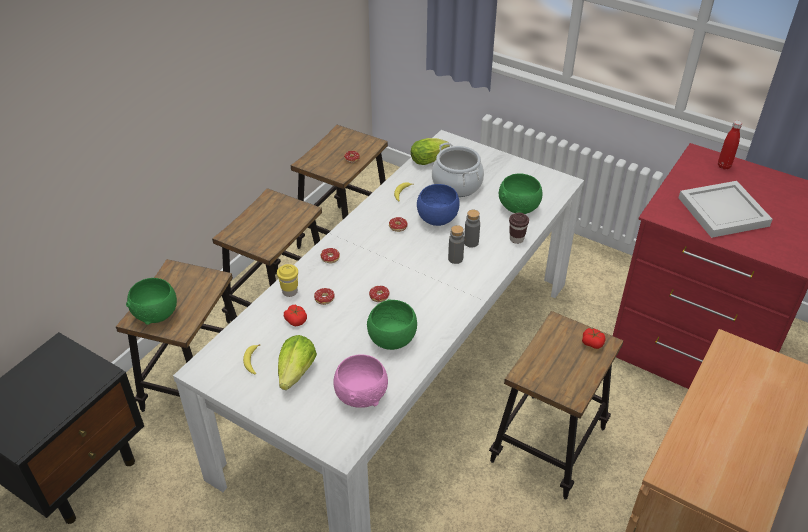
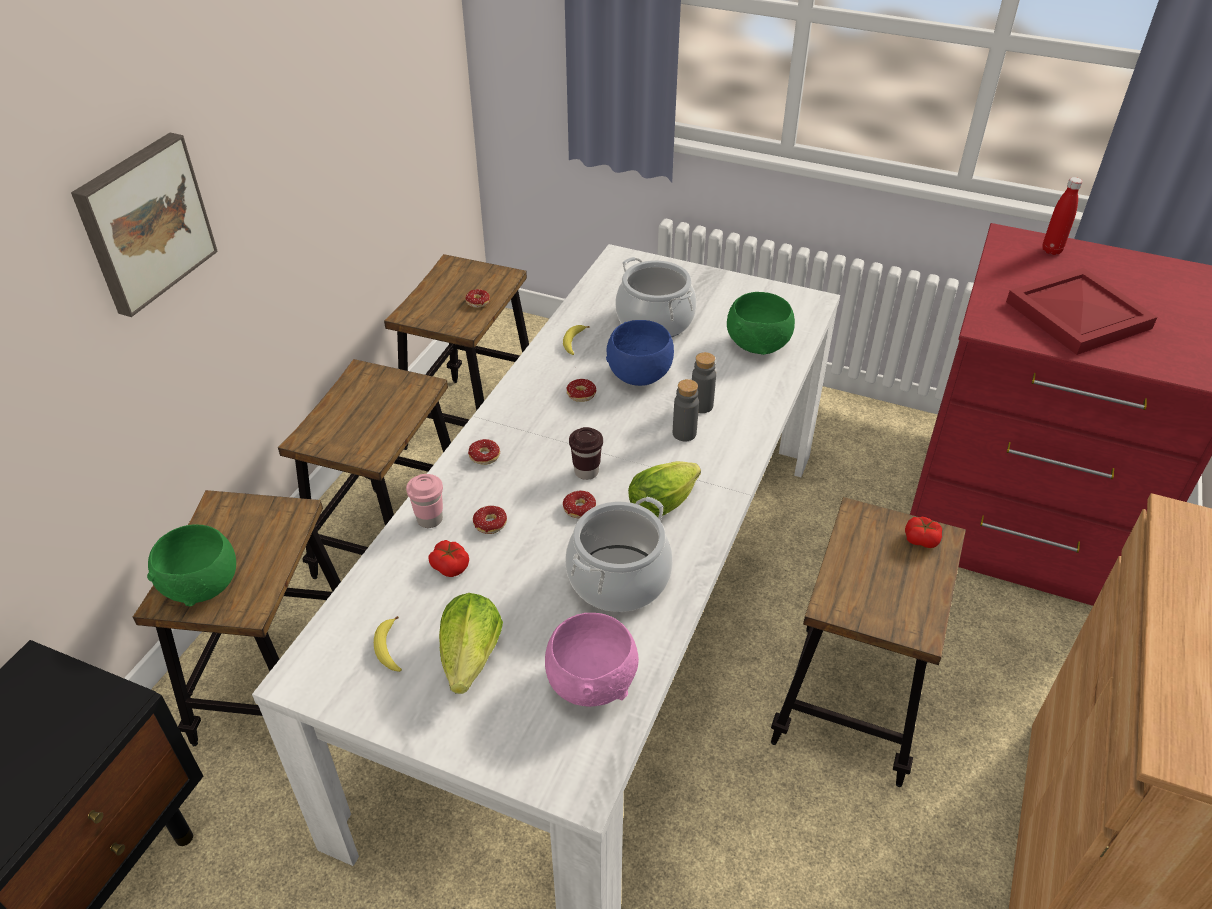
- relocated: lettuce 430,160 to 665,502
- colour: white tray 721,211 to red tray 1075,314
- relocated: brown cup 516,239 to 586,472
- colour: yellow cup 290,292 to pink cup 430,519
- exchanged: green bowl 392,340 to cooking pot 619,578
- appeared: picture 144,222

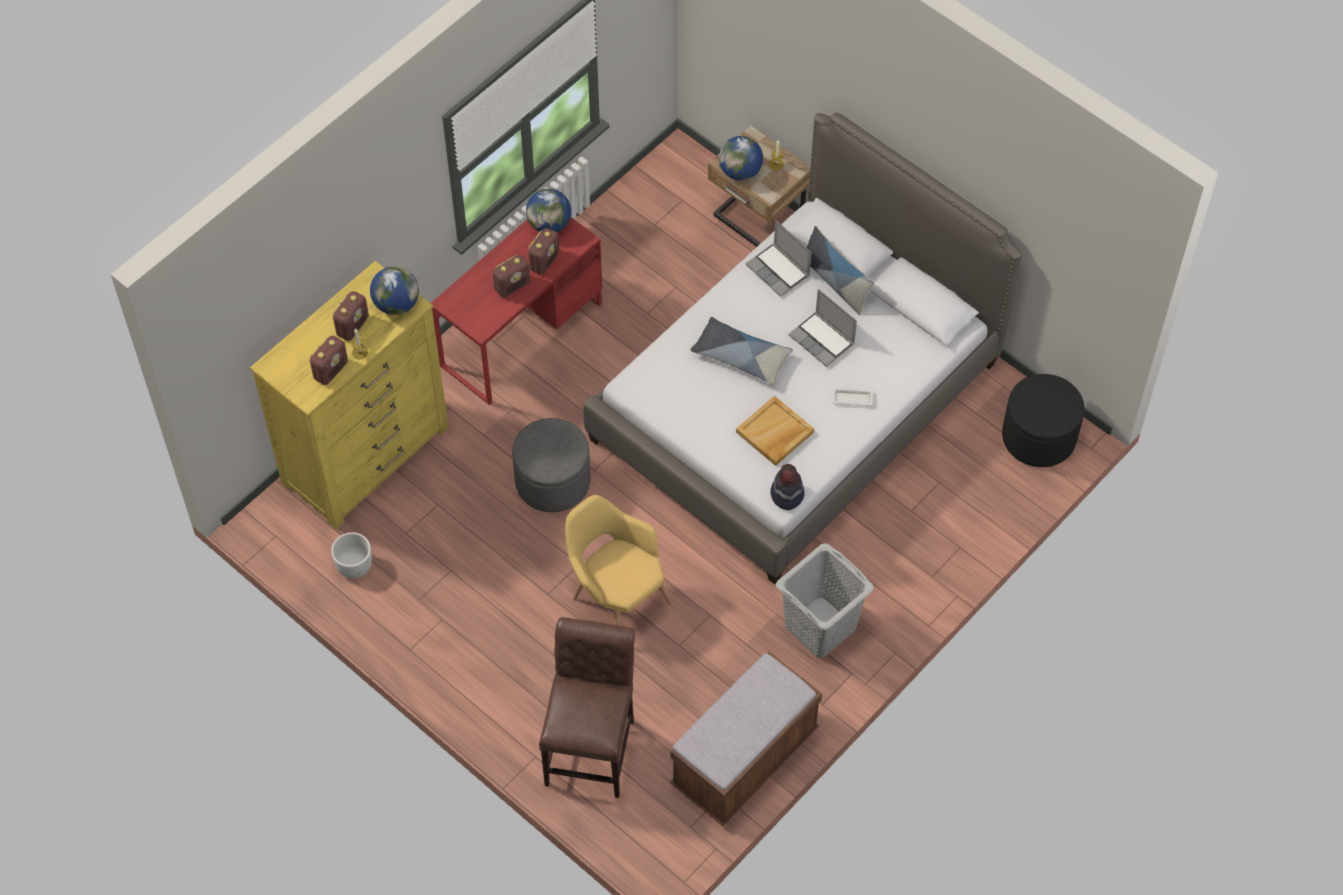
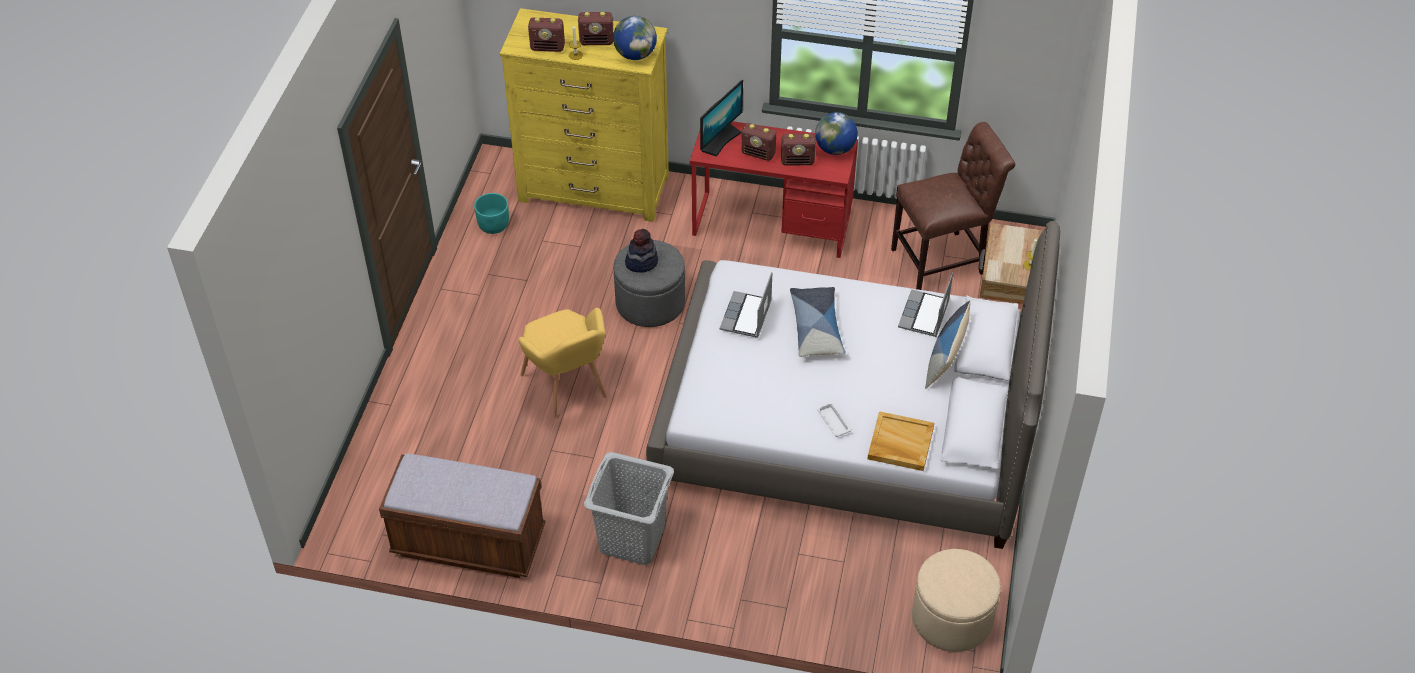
- missing: globe 740,171
- relocated: laptop 823,340 to 746,316
- colour: black ottoman 1038,437 to beige ottoman 952,618
- relocated: beige tray 774,433 to 900,443
- relocated: hat 786,494 to 641,262
- spun: yellow armchair 615,598 = 568,389 135 degrees clockwise
- colour: white planter 354,565 to turquoise planter 494,225
- relocated: brown chair 592,746 to 943,260
- appeared: monitor 720,140

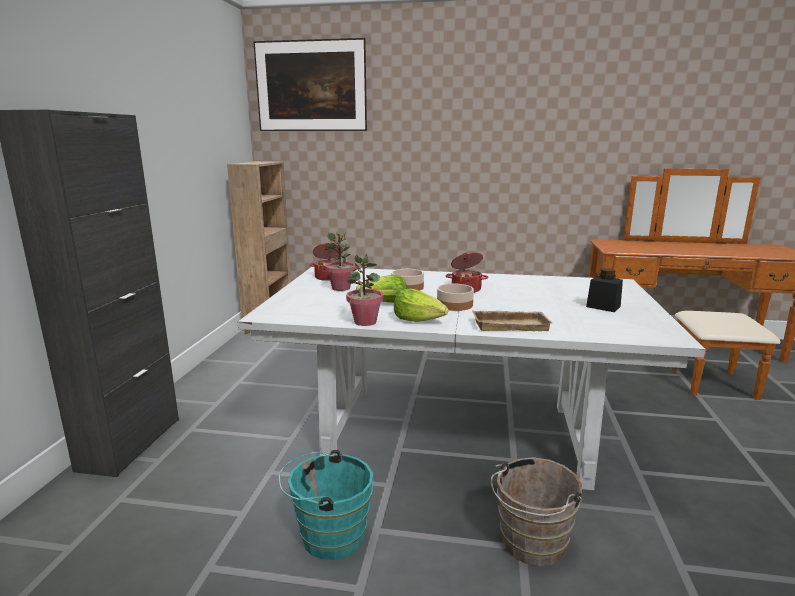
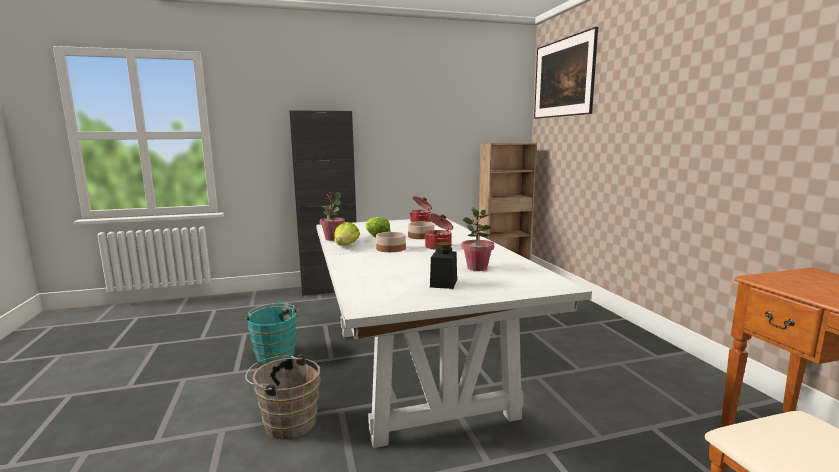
- relocated: potted plant 341,288 to 477,268
- missing: beige tray 510,325

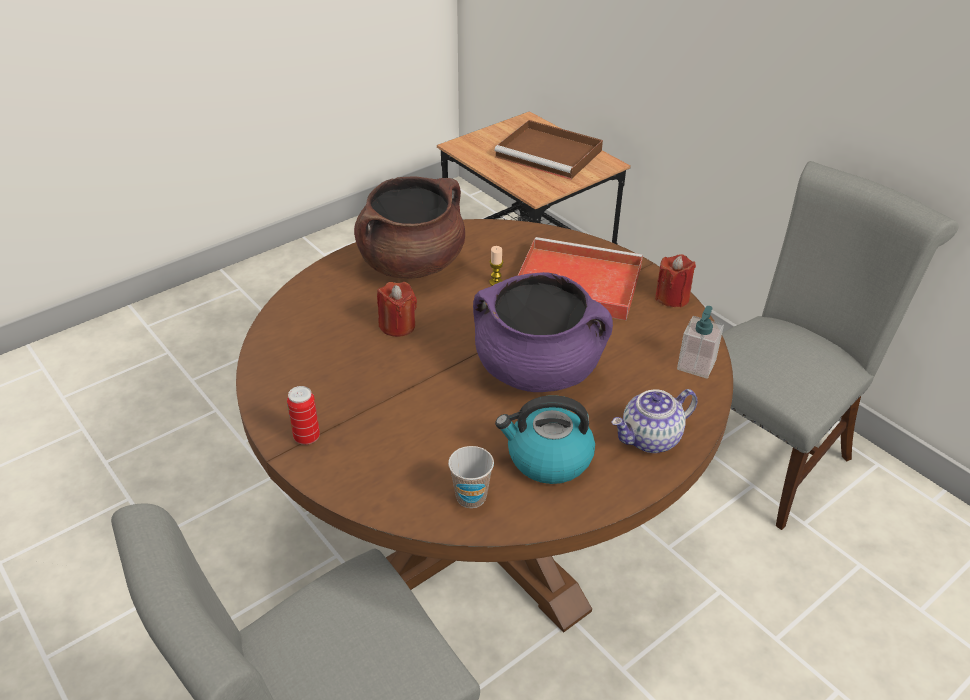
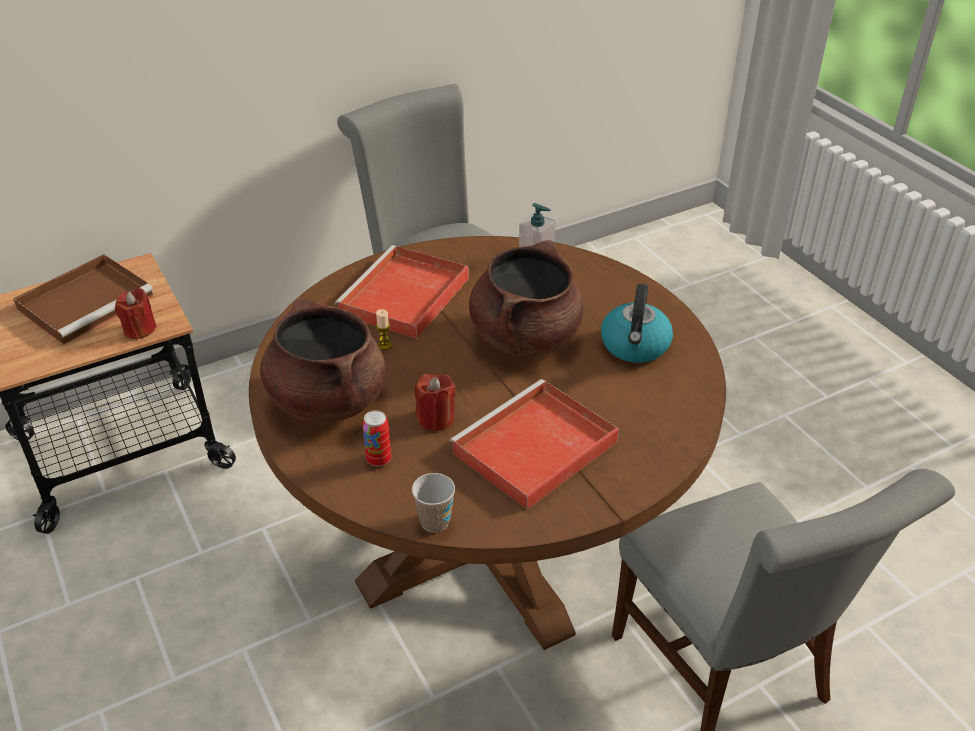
- relocated: red candle 672,297 to 139,329
- colour: purple cooking pot 538,370 to brown cooking pot 525,336
- relocated: can 307,437 to 378,459
- missing: teapot 650,439
- relocated: cup 471,497 to 435,522
- appeared: red tray 533,449

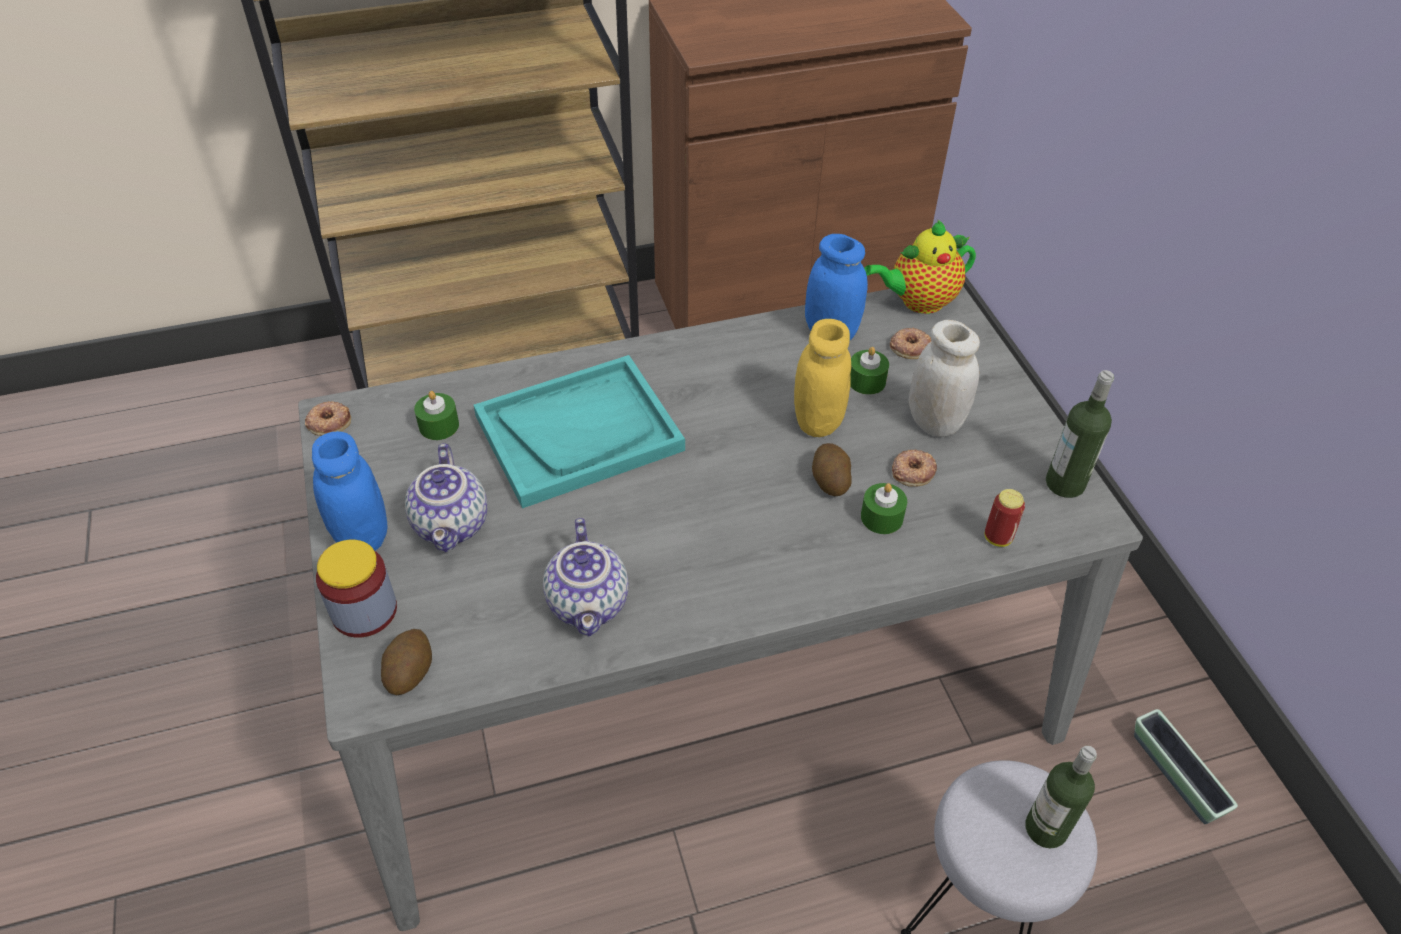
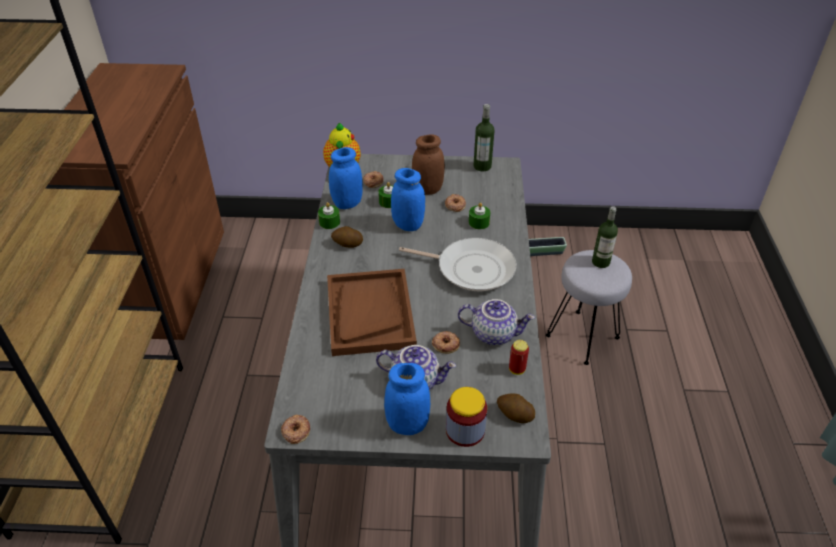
- colour: yellow jar 817,421 to blue jar 408,225
- colour: white jar 934,422 to brown jar 428,189
- colour: turquoise tray 579,433 to brown tray 370,313
- relocated: green candle 439,425 to 329,222
- relocated: potato 830,480 to 347,244
- relocated: can 998,538 to 517,369
- appeared: frying pan 471,268
- appeared: donut 445,344

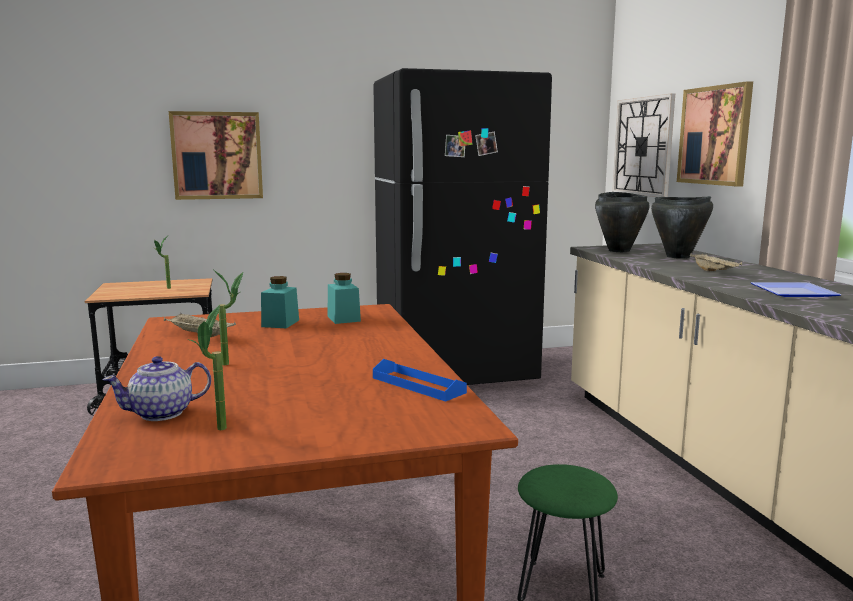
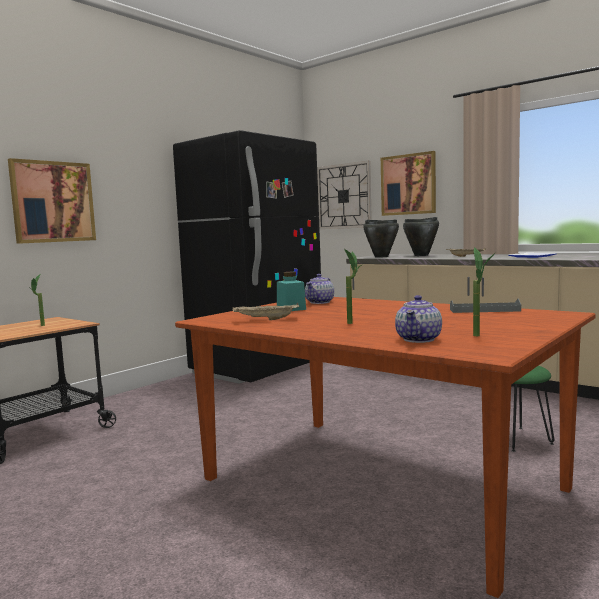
- exchanged: turquoise jar 343,319 to teapot 320,302
- colour: blue tray 418,385 to grey tray 484,310

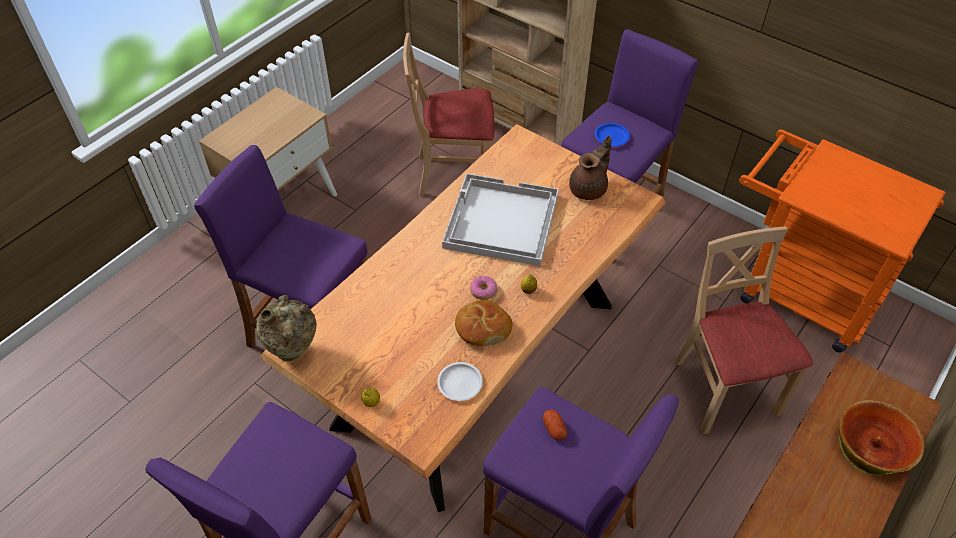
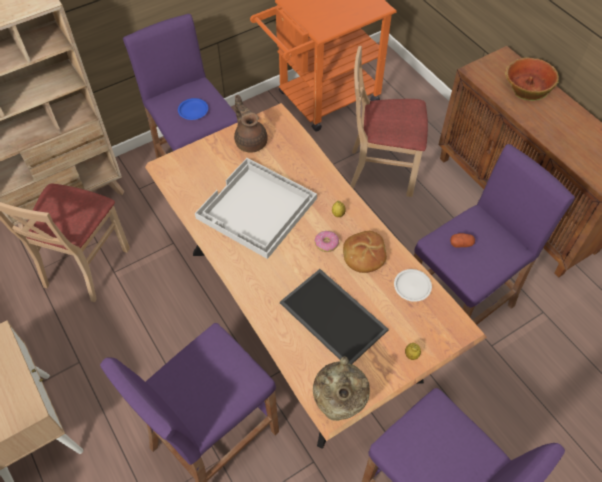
- appeared: tray 335,316

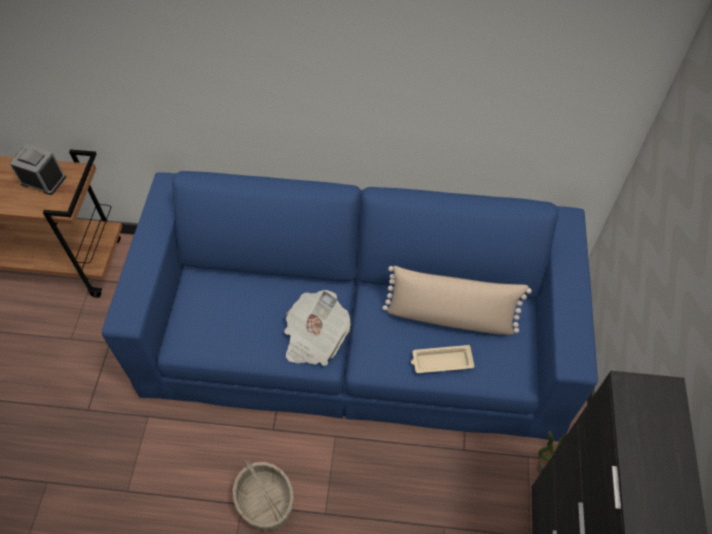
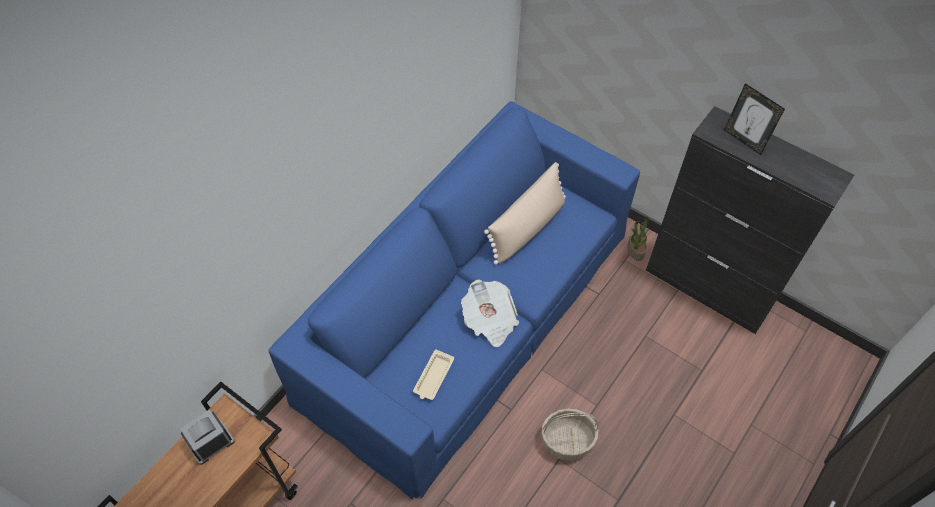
- relocated: beige tray 441,361 to 433,377
- appeared: picture frame 744,140

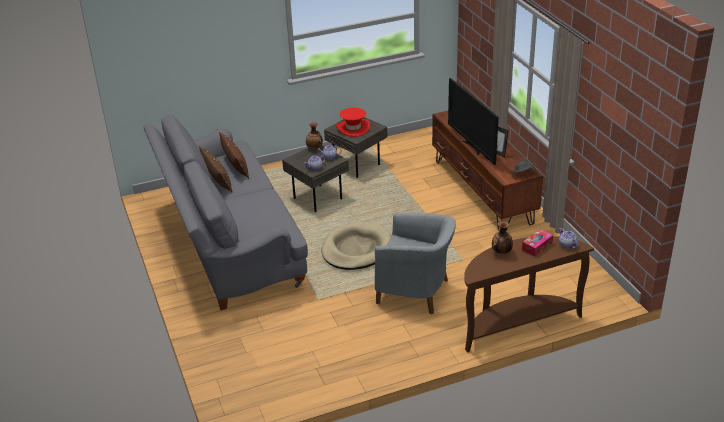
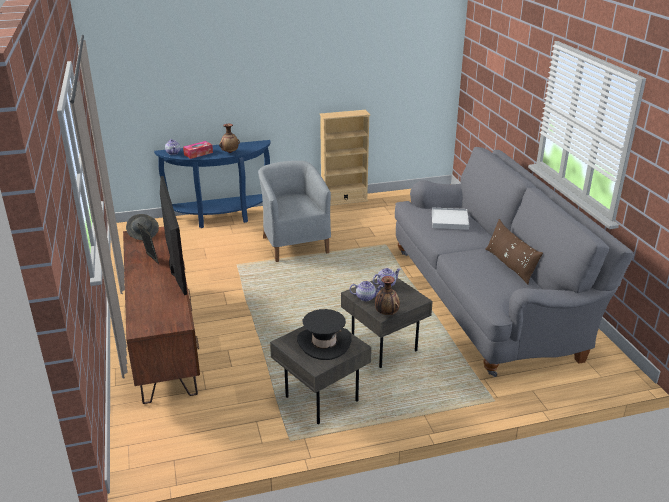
- colour: red hat 353,128 to black hat 324,343
- missing: brown pillow 235,165
- spun: grey armchair 416,292 = 294,243 45 degrees clockwise
- missing: beige dog bed 356,249
- colour: brown console table 516,324 to blue console table 221,218
- appeared: beige bookcase 344,200
- appeared: white tray 449,220

